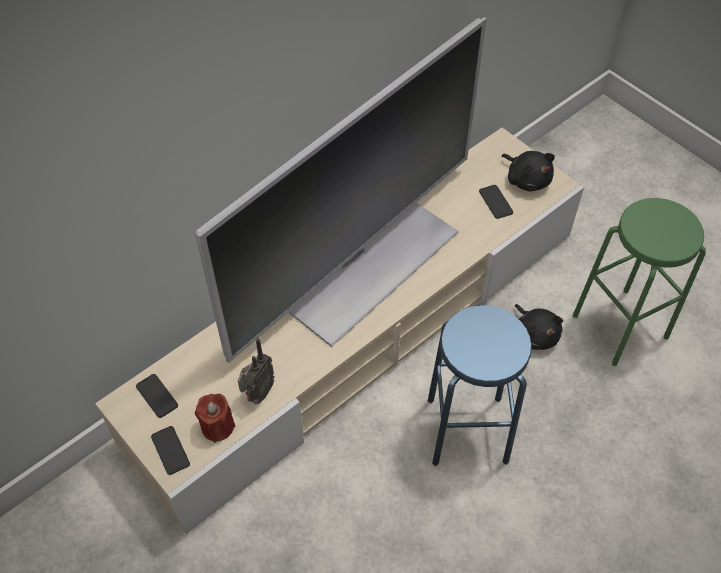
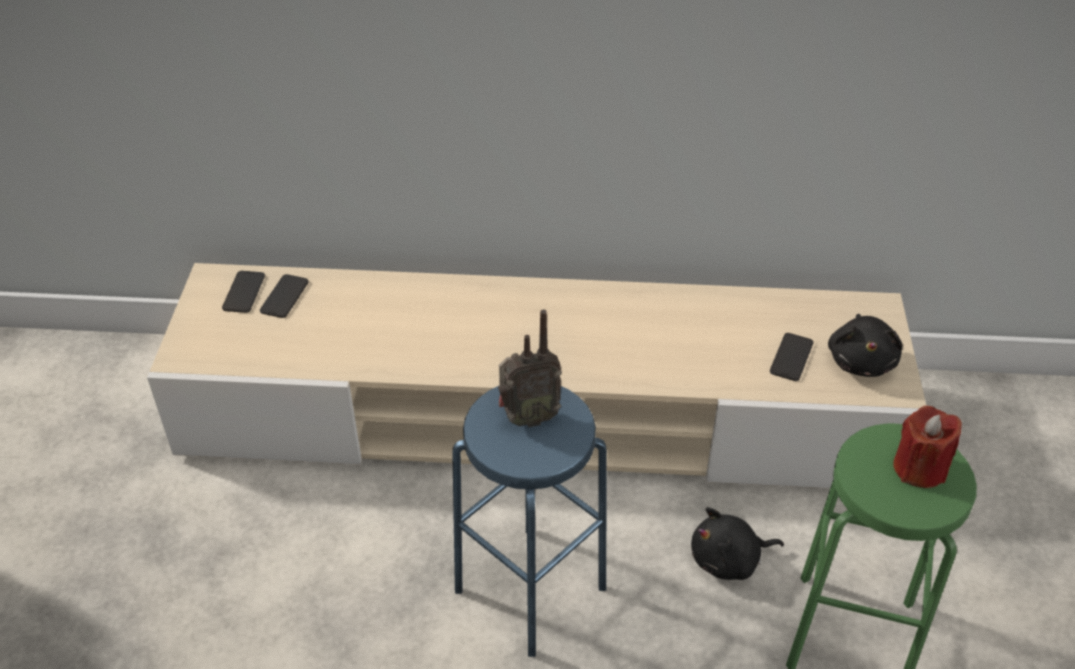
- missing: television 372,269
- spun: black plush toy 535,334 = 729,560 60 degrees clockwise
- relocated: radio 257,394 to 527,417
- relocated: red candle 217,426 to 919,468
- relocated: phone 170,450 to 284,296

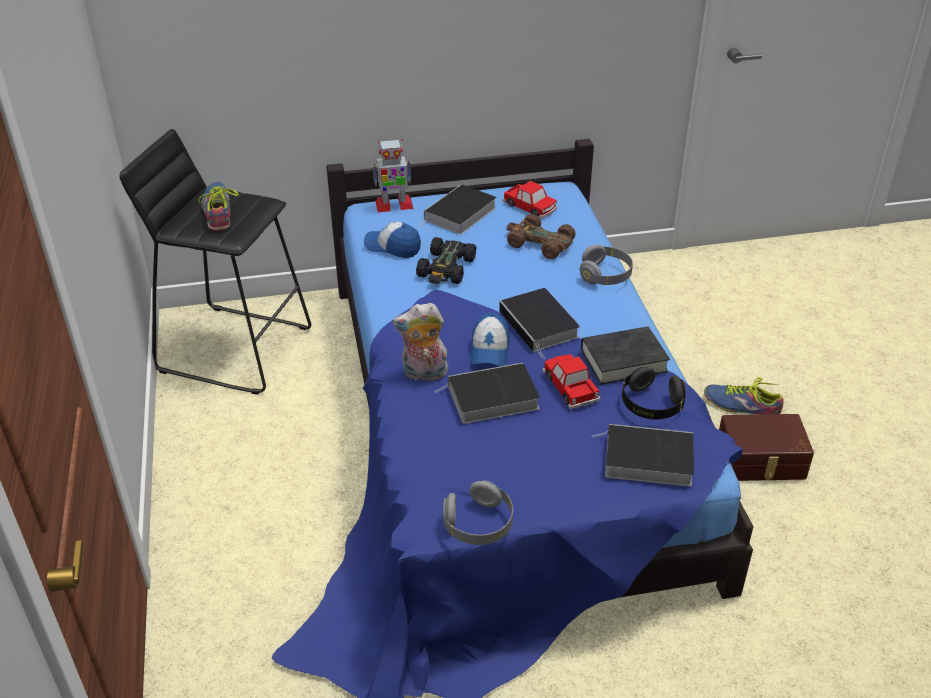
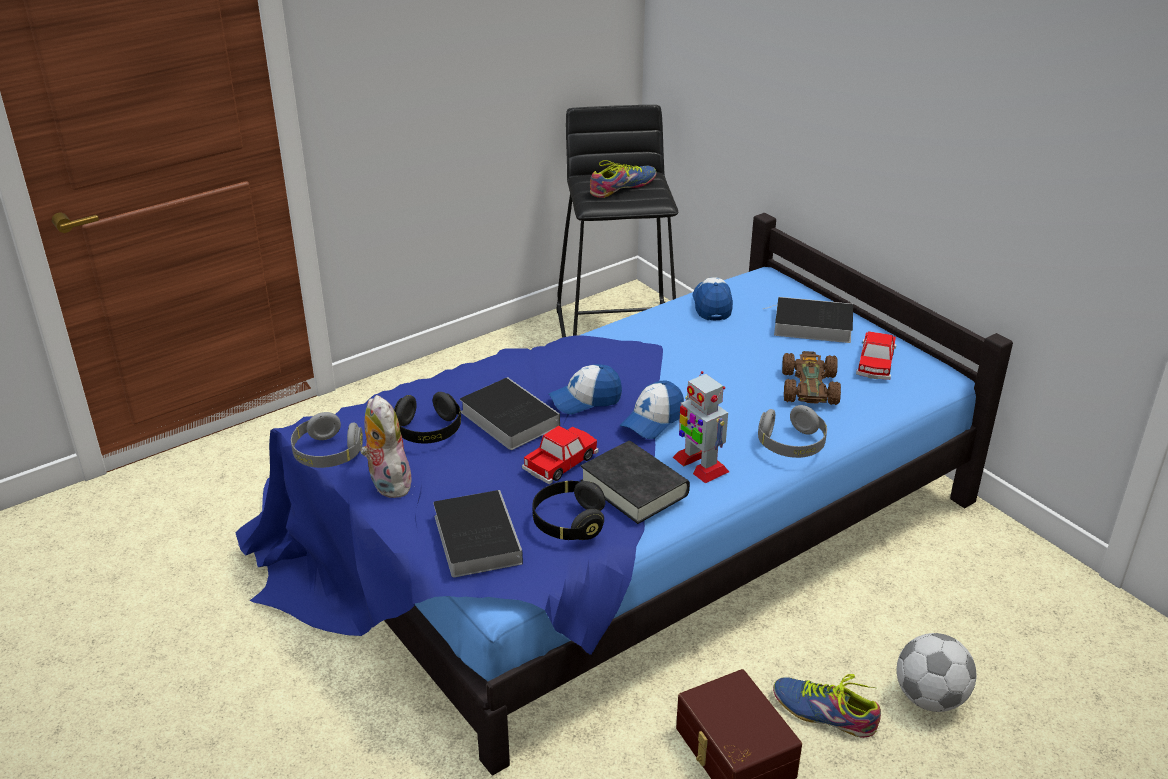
- relocated: toy robot 393,205 to 699,464
- missing: black toy car 446,268
- exchanged: book 540,325 to cap 652,420
- relocated: plush toy 424,374 to 387,483
- spun: shoe 741,406 = 824,713 60 degrees counterclockwise
- appeared: black headphones 428,431
- appeared: football 930,698

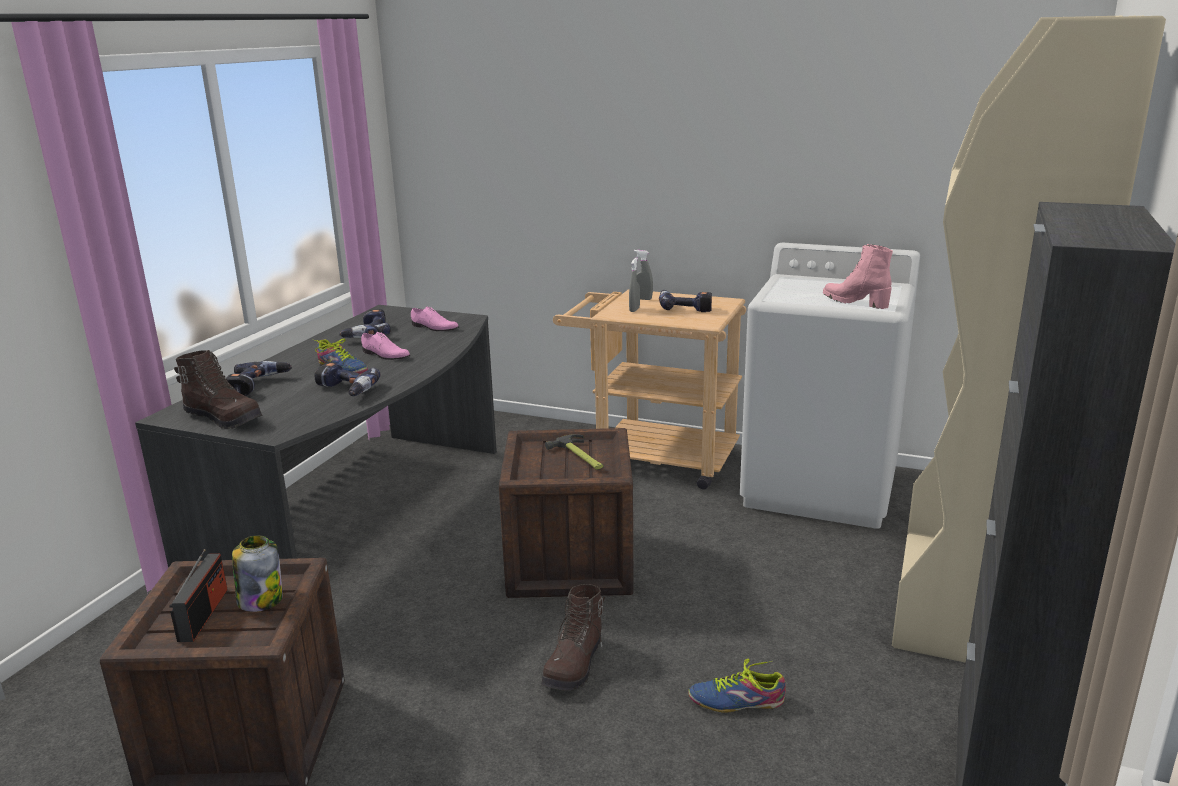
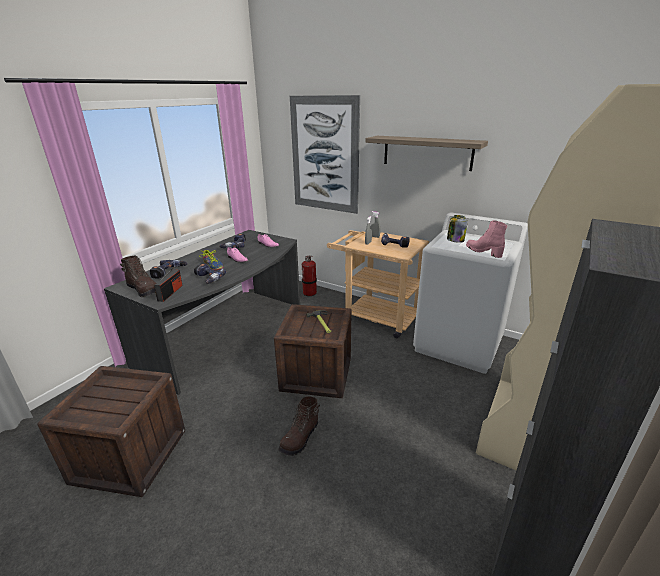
- relocated: jar 260,599 to 455,240
- relocated: radio 203,614 to 170,293
- missing: shoe 737,701
- appeared: picture 324,155
- appeared: shelf 427,152
- appeared: fire extinguisher 310,293

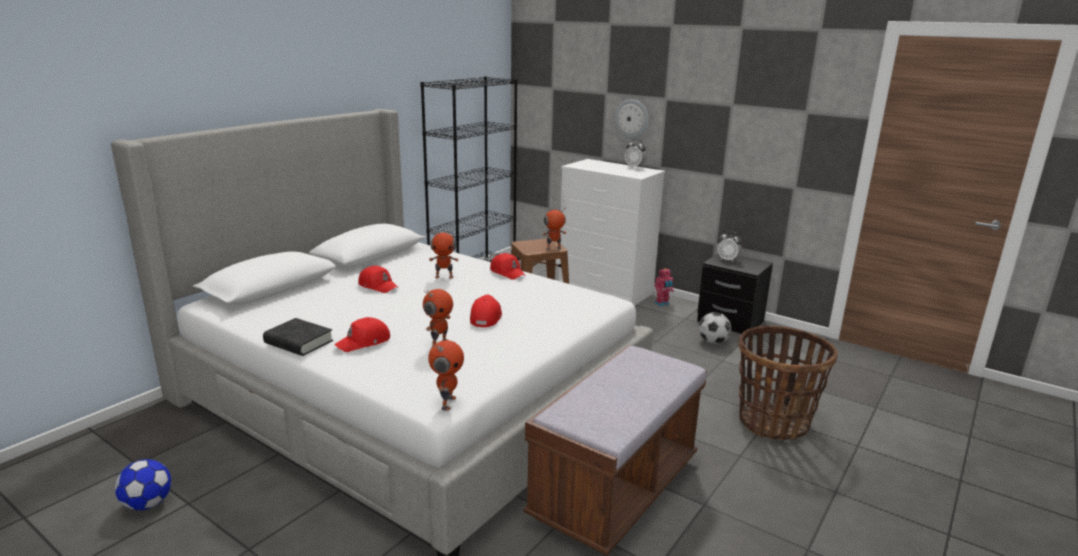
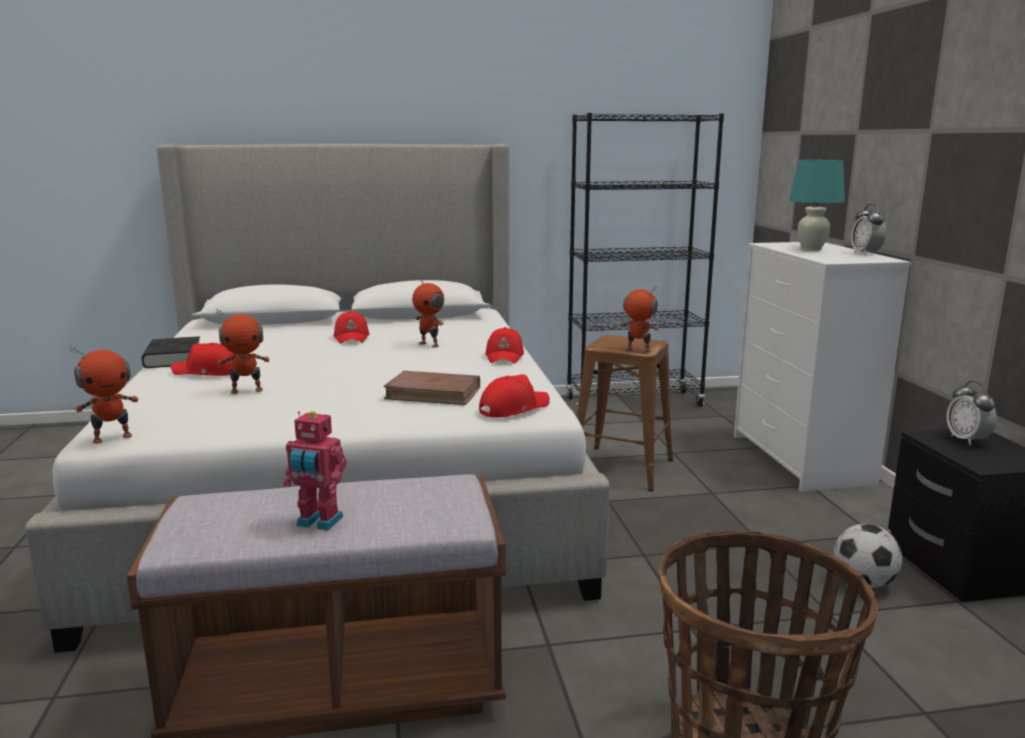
- missing: wall clock 632,118
- relocated: toy robot 662,304 to 318,522
- relocated: red cap 485,317 to 513,408
- missing: football 148,504
- appeared: turquoise table lamp 811,249
- appeared: brown book 433,393

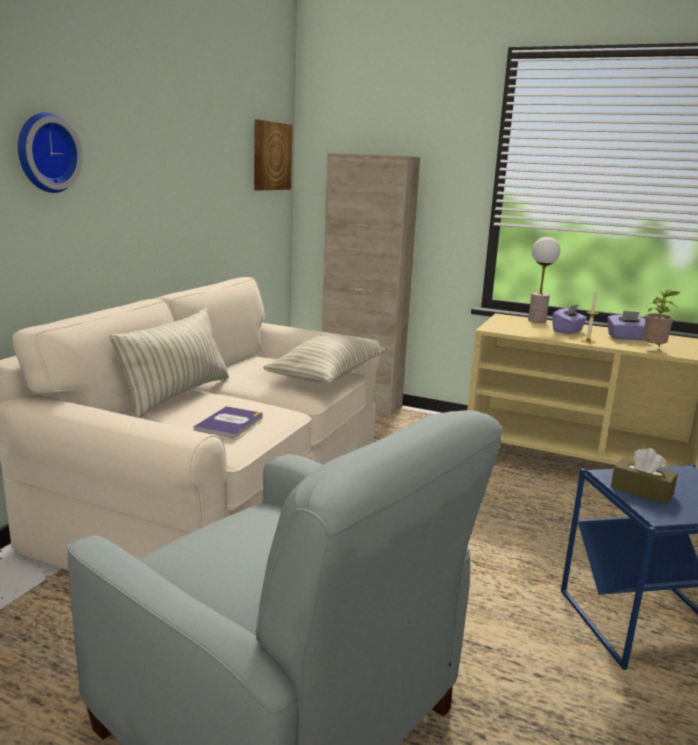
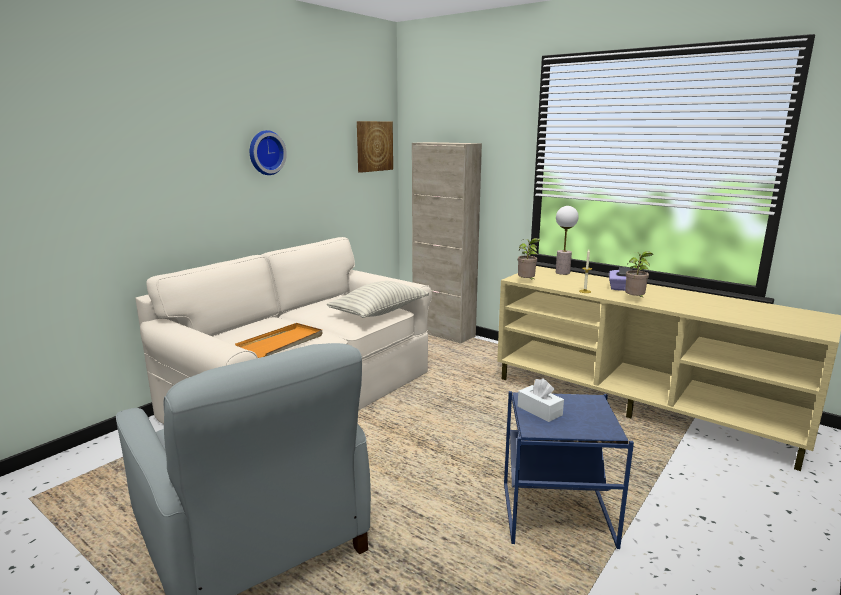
- relocated: wall clock 45,153 to 265,152
- missing: purple tissue box 567,331
- missing: pillow 177,395
- exchanged: book 230,423 to orange tray 282,343
- colour: brown tissue box 641,491 to white tissue box 539,411
- appeared: potted plant 527,282

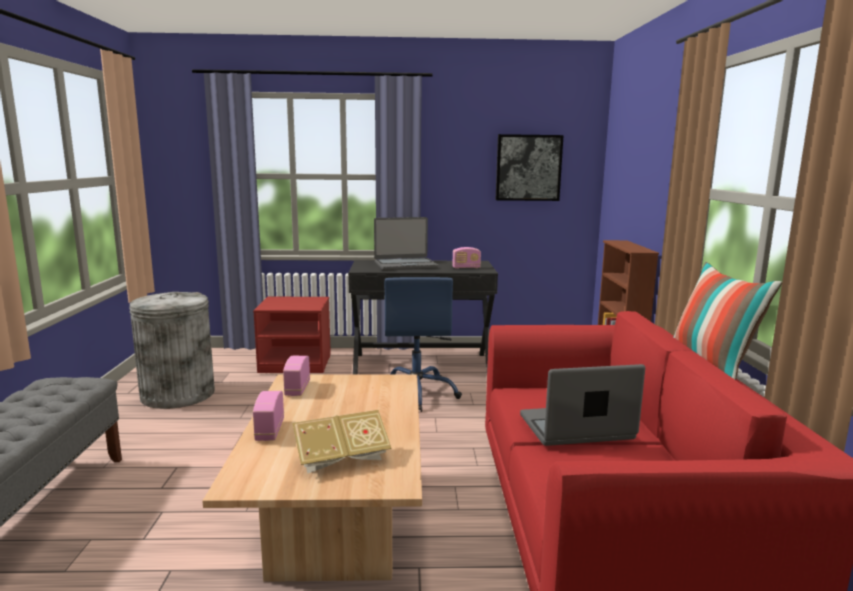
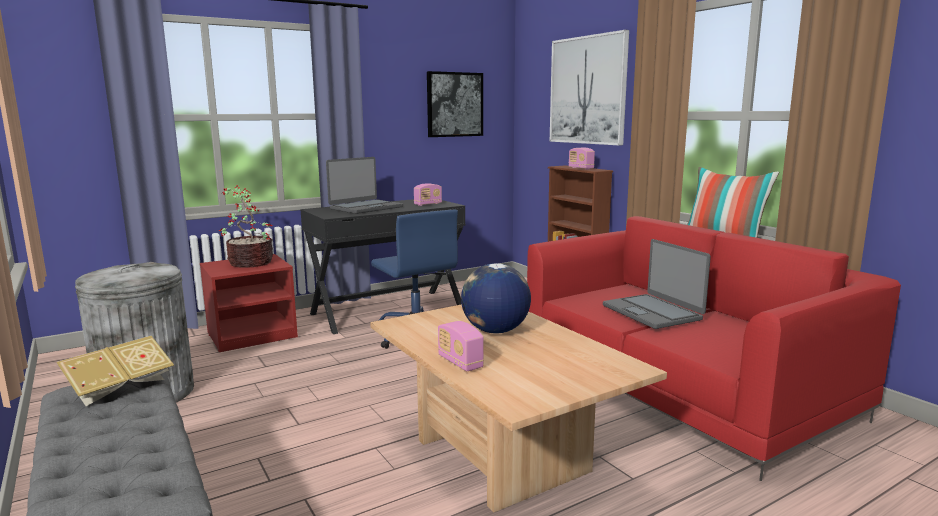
- relocated: radio 297,389 to 581,168
- spun: laptop 576,428 = 652,312 75 degrees counterclockwise
- relocated: book 341,459 to 120,388
- appeared: picture 587,90
- appeared: potted plant 249,263
- appeared: globe 495,331

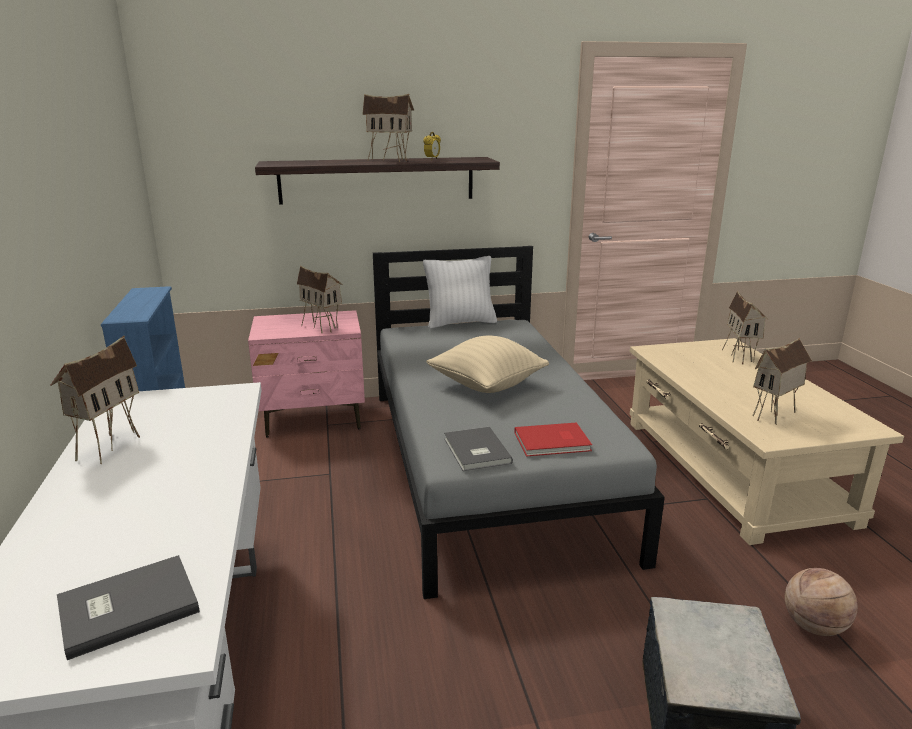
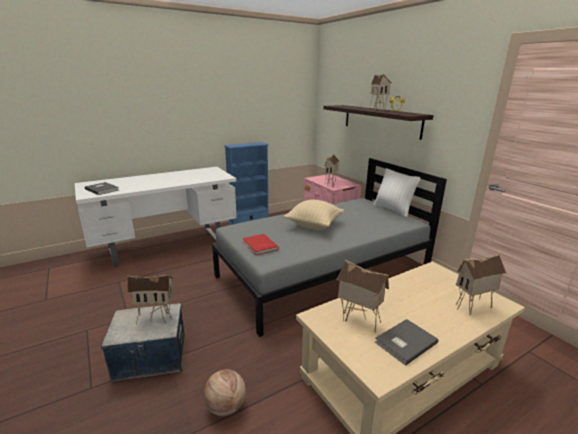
- relocated: toy house 108,445 to 156,317
- relocated: grey book 475,451 to 404,342

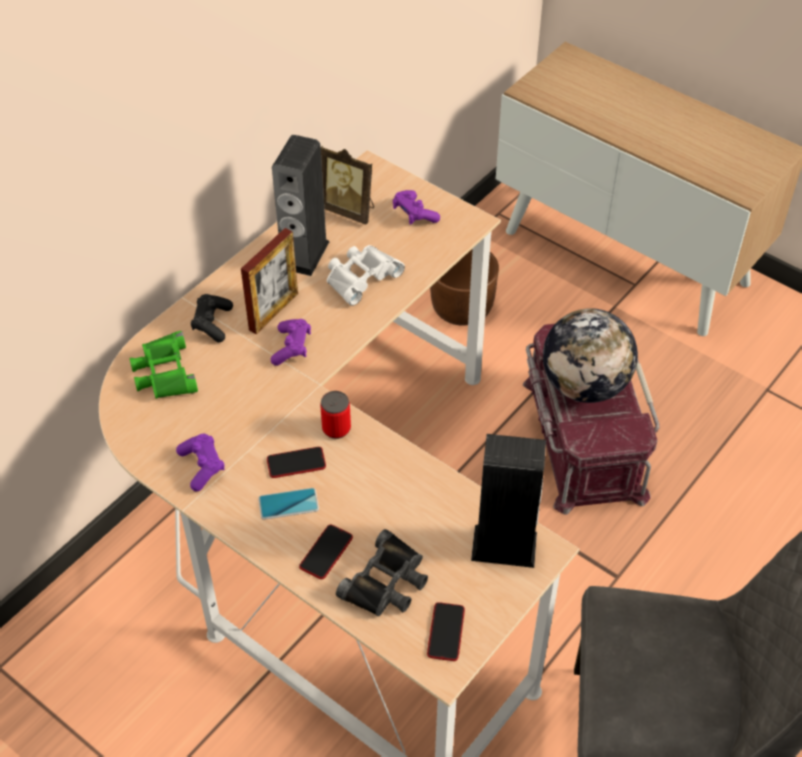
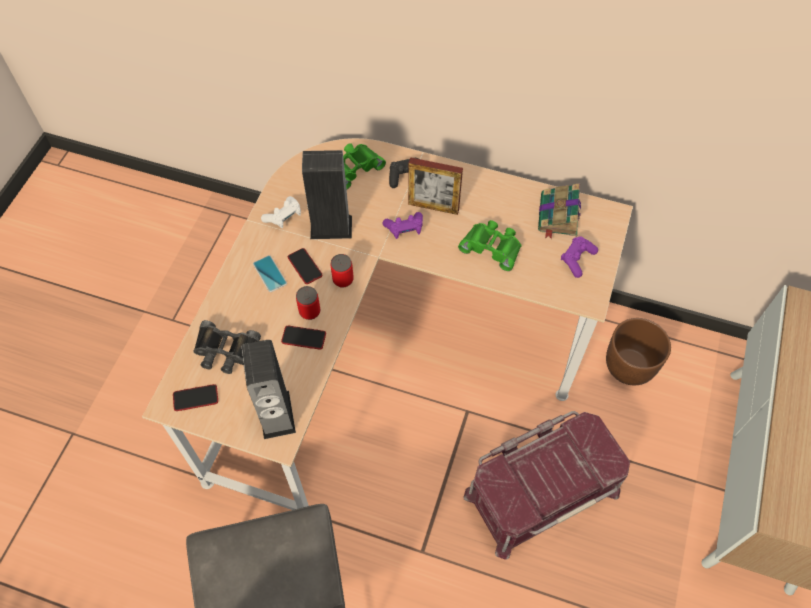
- relocated: speaker 304,254 to 331,227
- exchanged: picture frame 349,210 to book 558,216
- colour: white binoculars 360,277 to green binoculars 492,246
- missing: globe 585,385
- colour: purple game controller 202,467 to white game controller 283,217
- relocated: phone 326,552 to 303,338
- appeared: can 309,311

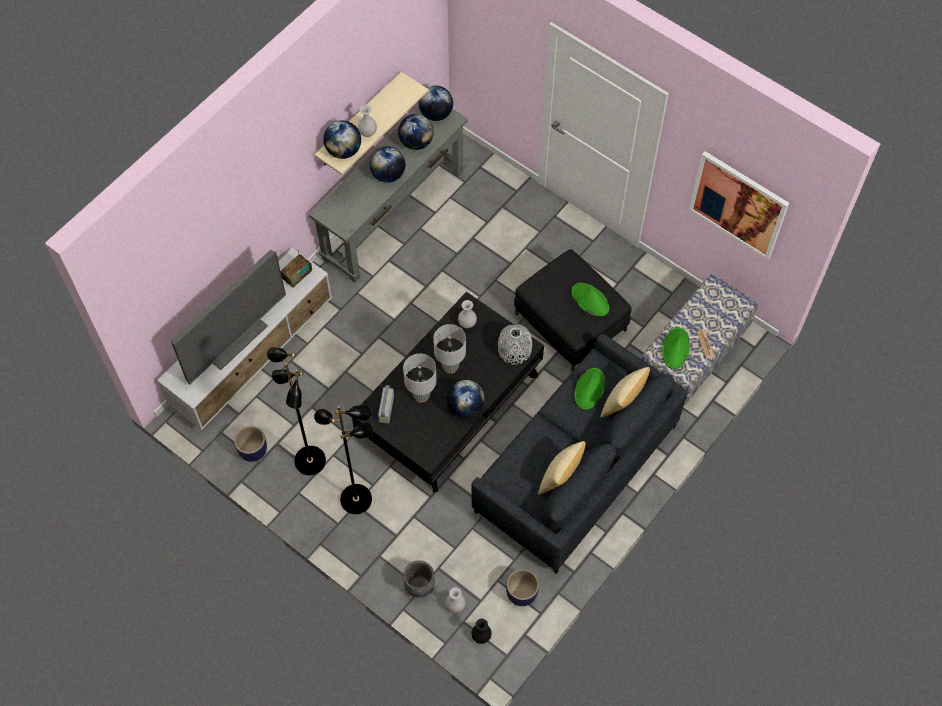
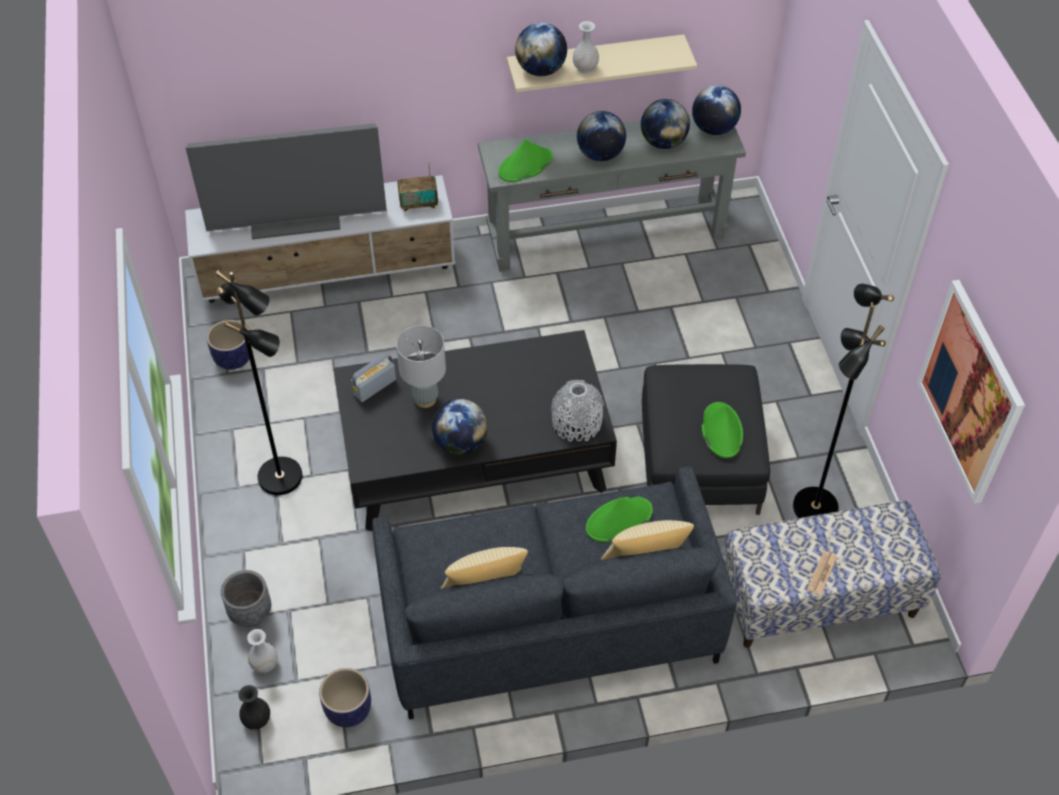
- missing: white vase 467,323
- missing: grey table lamp 450,367
- relocated: green hat 676,349 to 525,165
- relocated: black floor lamp 309,461 to 813,507

